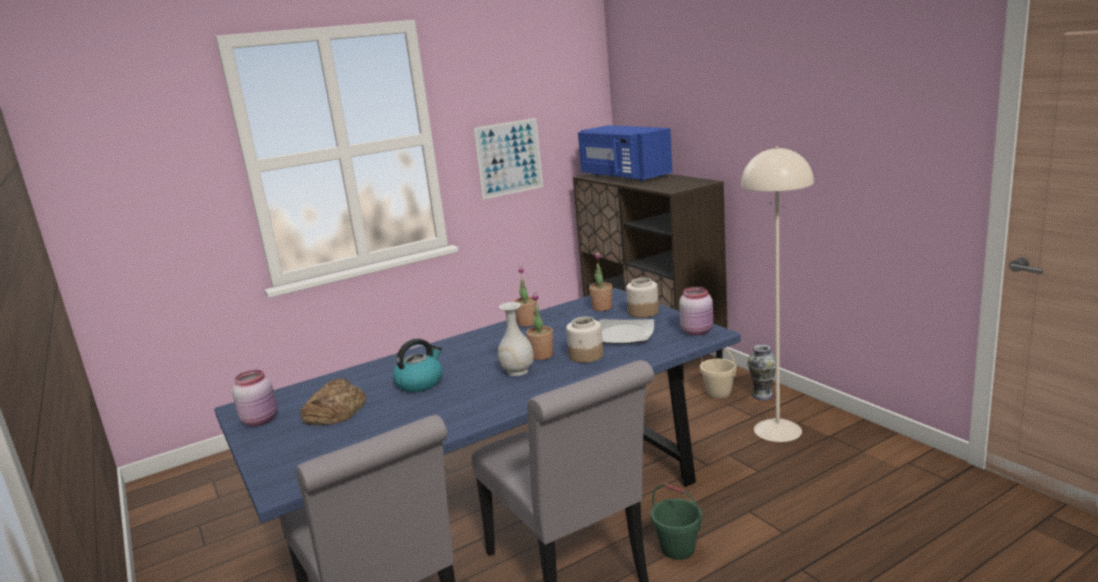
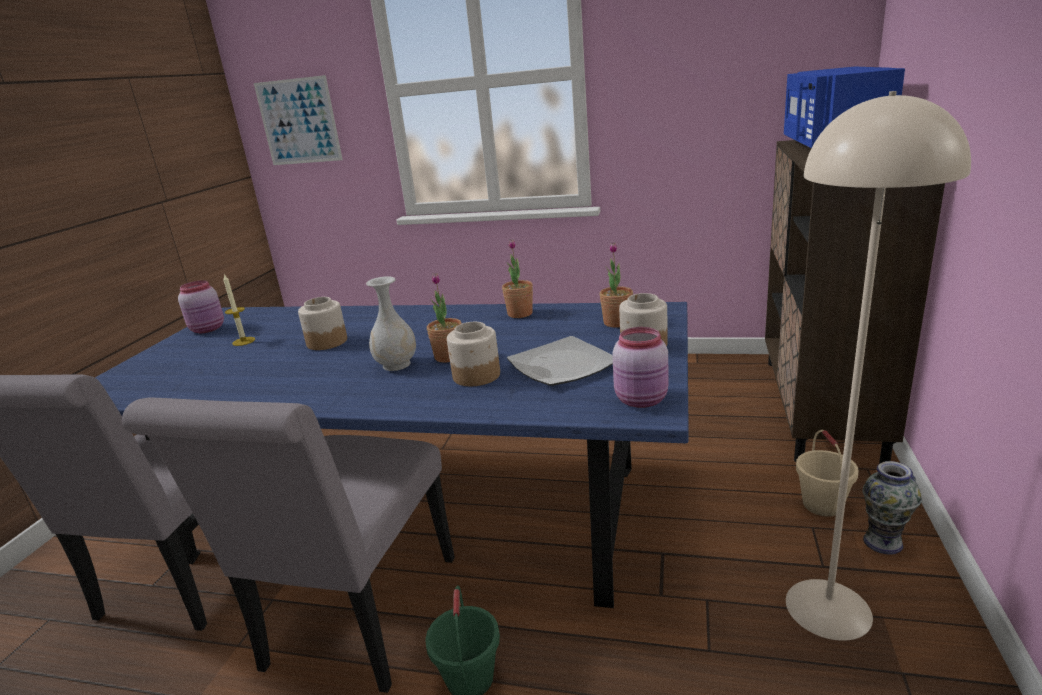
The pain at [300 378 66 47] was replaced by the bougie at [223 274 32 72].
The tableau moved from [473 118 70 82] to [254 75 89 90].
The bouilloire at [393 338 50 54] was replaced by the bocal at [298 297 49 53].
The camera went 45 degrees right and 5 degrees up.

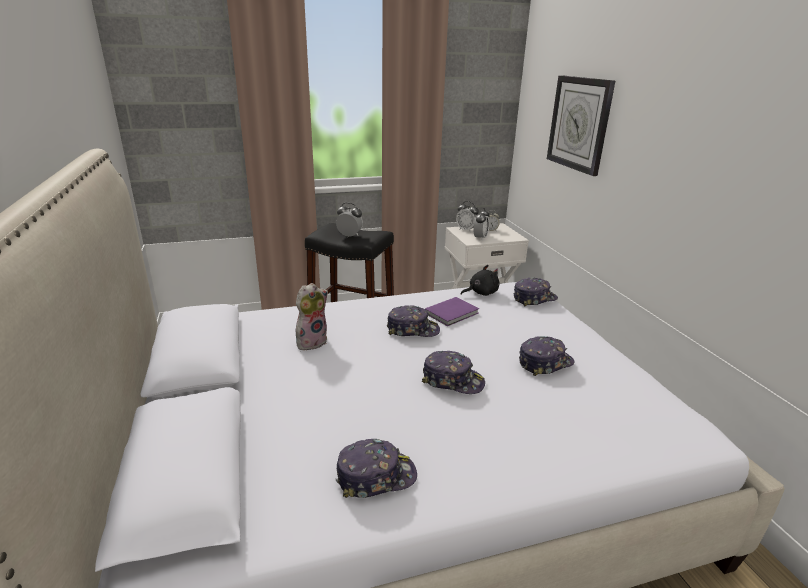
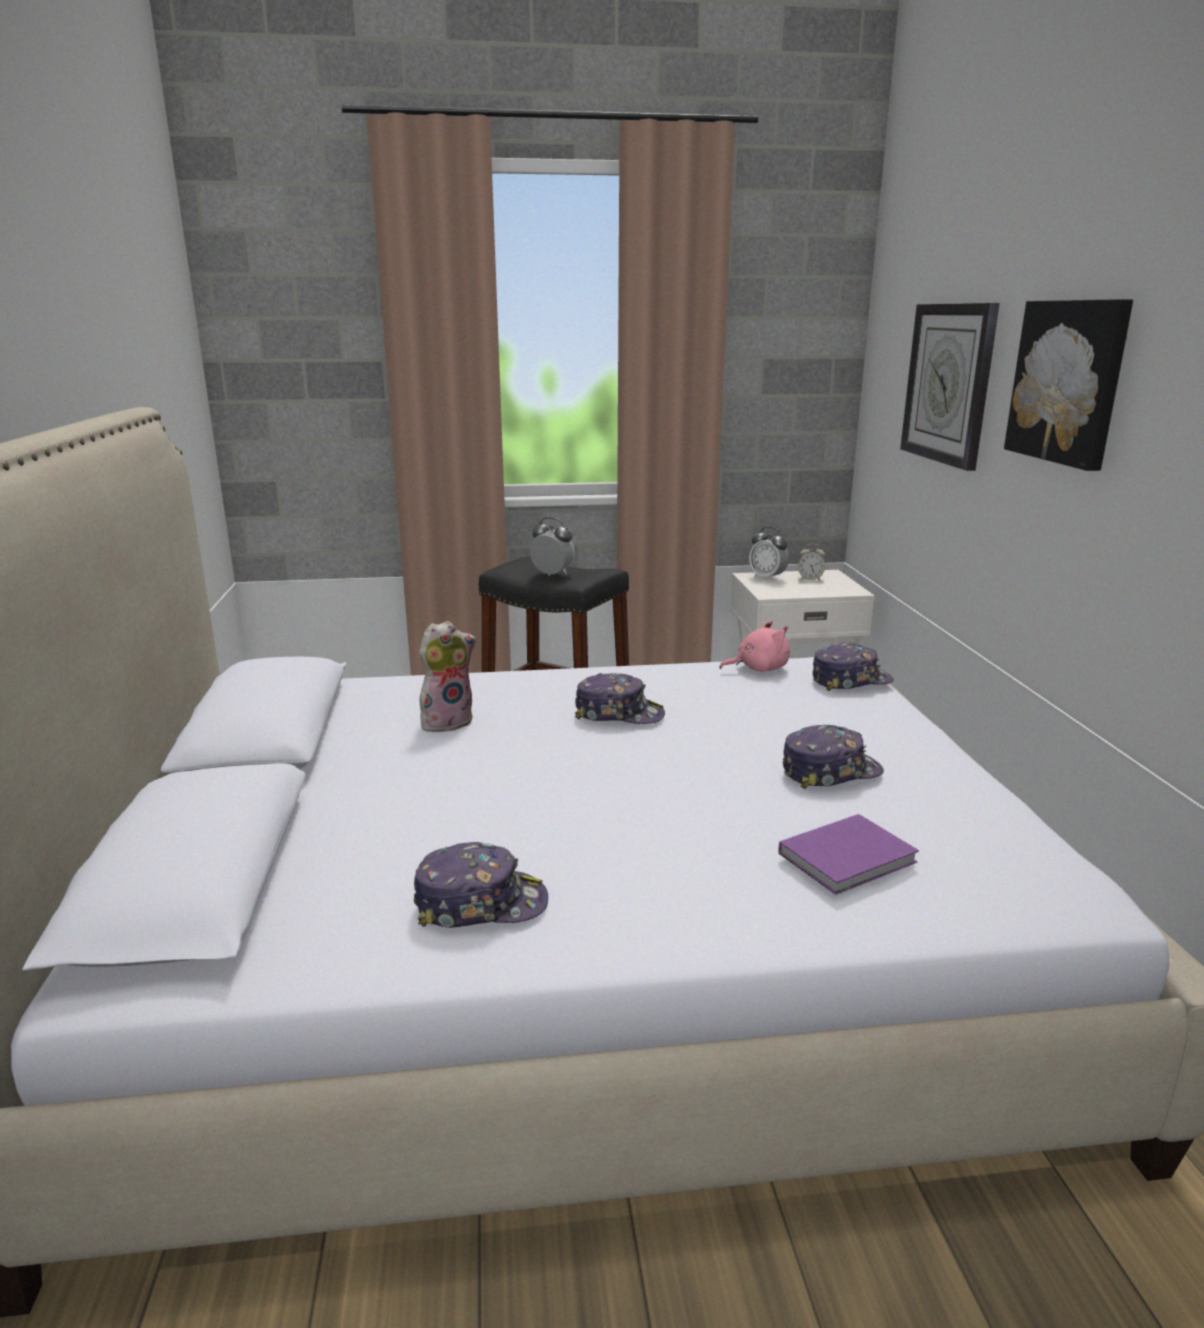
The peluche (noir) at [460 265 39 31] became the peluche (rose) at [719 620 71 52].
The livre (violet) moved from [425 297 54 29] to [778 814 141 81].
The tableau at [1004 299 129 172] appeared.
The casquette at [422 351 63 43] disappeared.
The réveil at [473 208 17 33] disappeared.
The camera went 10 degrees right and 5 degrees down.

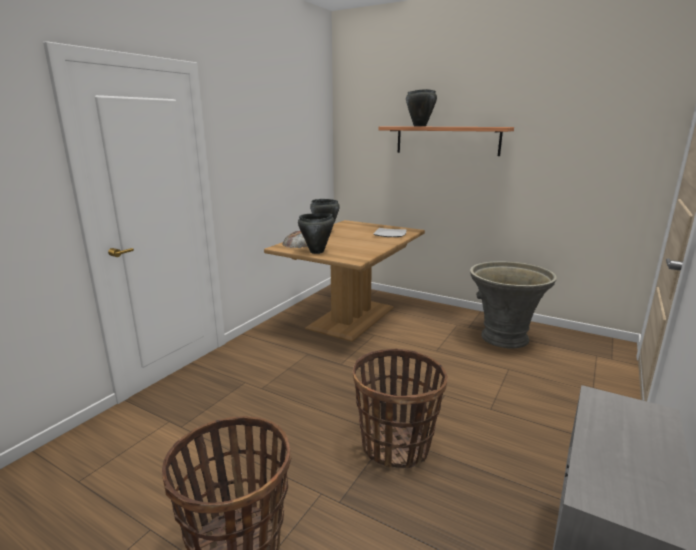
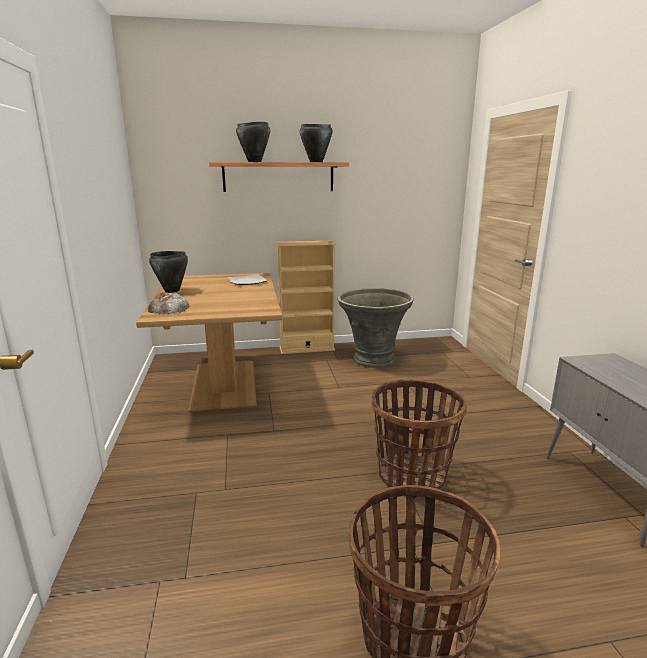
The bibliothèque (beige) at [276 240 60 114] appeared.
The marmite (noir) moved from [298 213 36 41] to [300 124 33 38].
The camera went 40 degrees left and 0 degrees up.

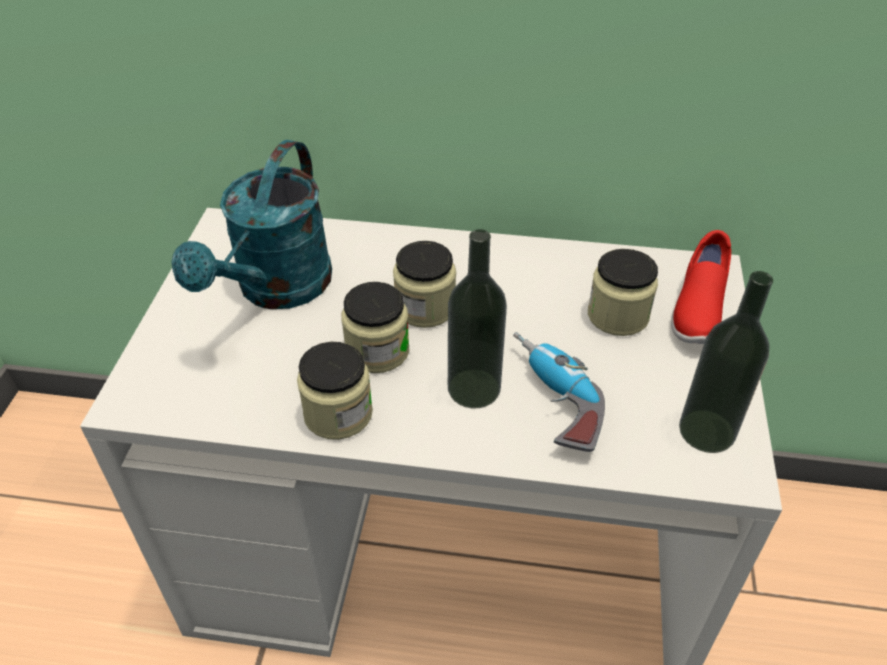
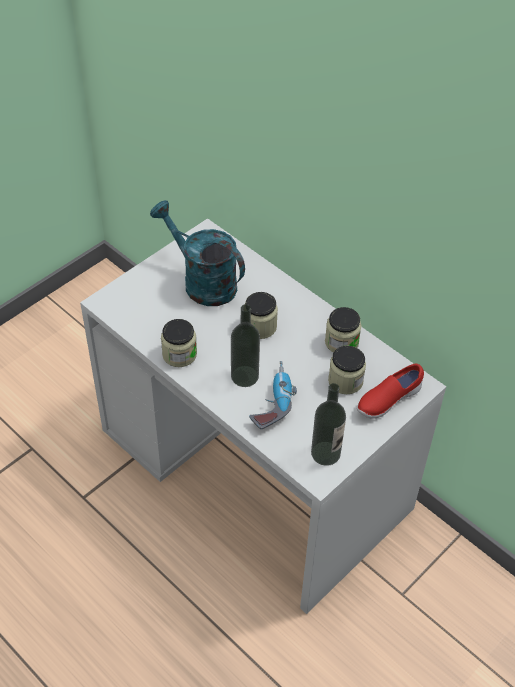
The arrosoir (turquoise) at [171 140 161 169] turned 75 degrees clockwise.
The bocal moved from [341 282 69 91] to [325 307 36 46].
The camera went 35 degrees right and 5 degrees up.

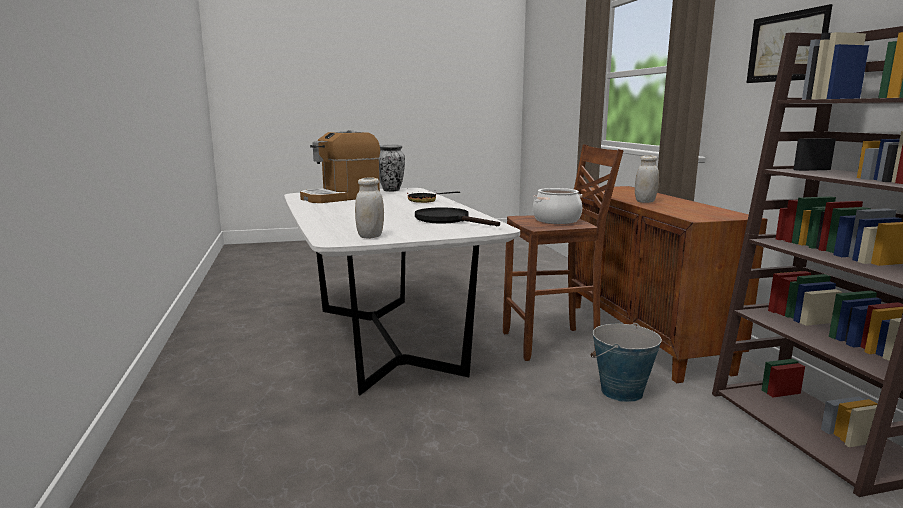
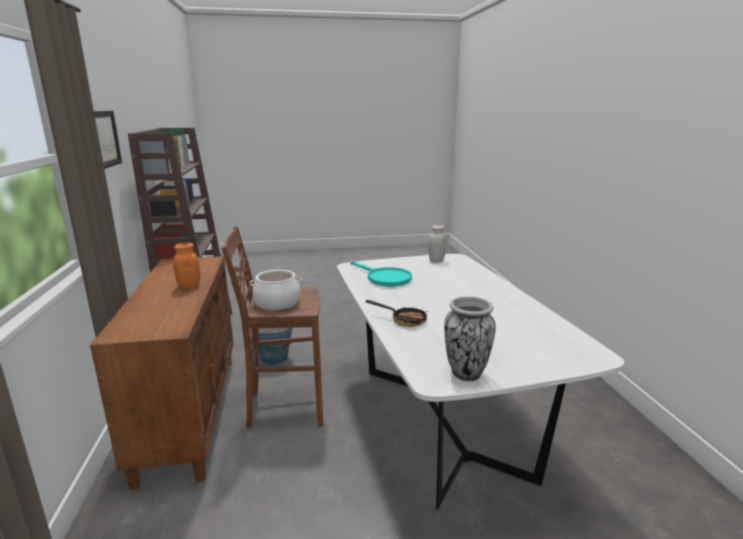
The bocal (blanc) at [635 155 24 48] became the bocal (orange) at [173 243 27 46].
The poêle (noir) at [415 207 85 19] became the poêle (turquoise) at [351 261 61 26].
The machine à café at [300 130 80 73] disappeared.
The camera went 175 degrees left and 5 degrees up.

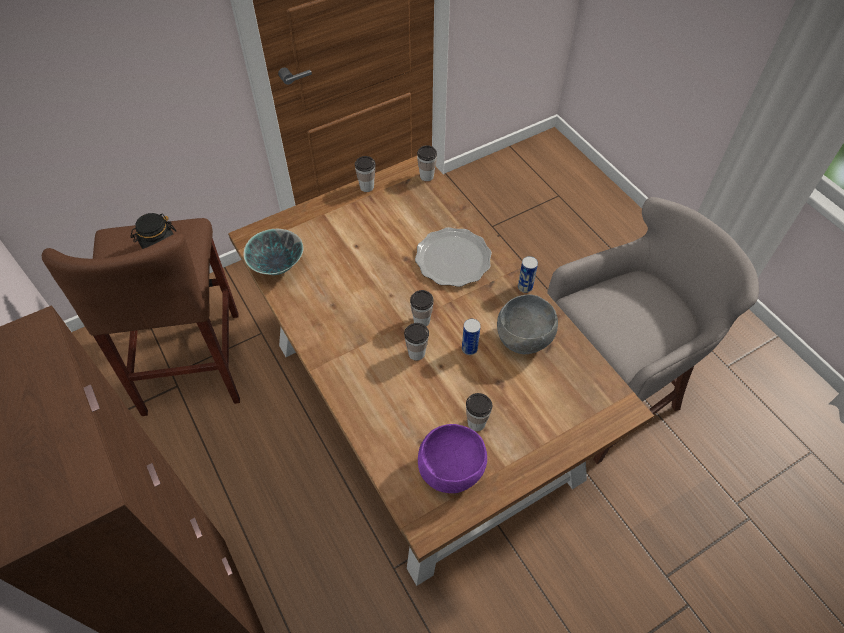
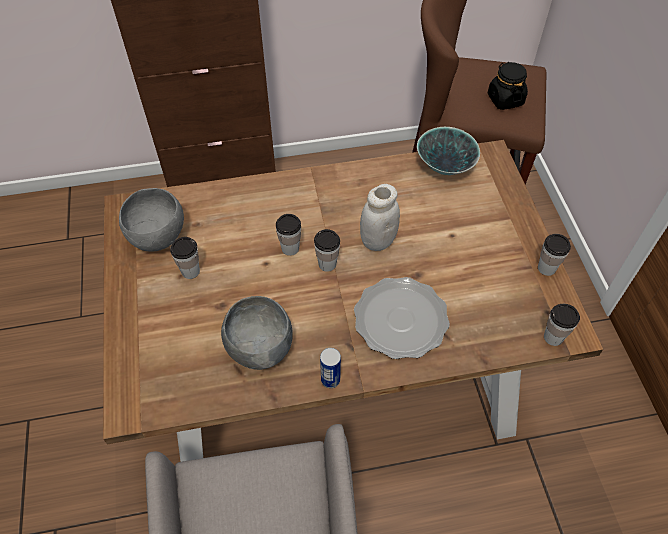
The bol (violet) at [418 424 69 69] became the bol (gris) at [119 188 65 64].
The bocal (blanc) at [360 184 40 67] appeared.
The boîte métallique at [462 319 19 36] disappeared.
The camera went 110 degrees right and 0 degrees up.

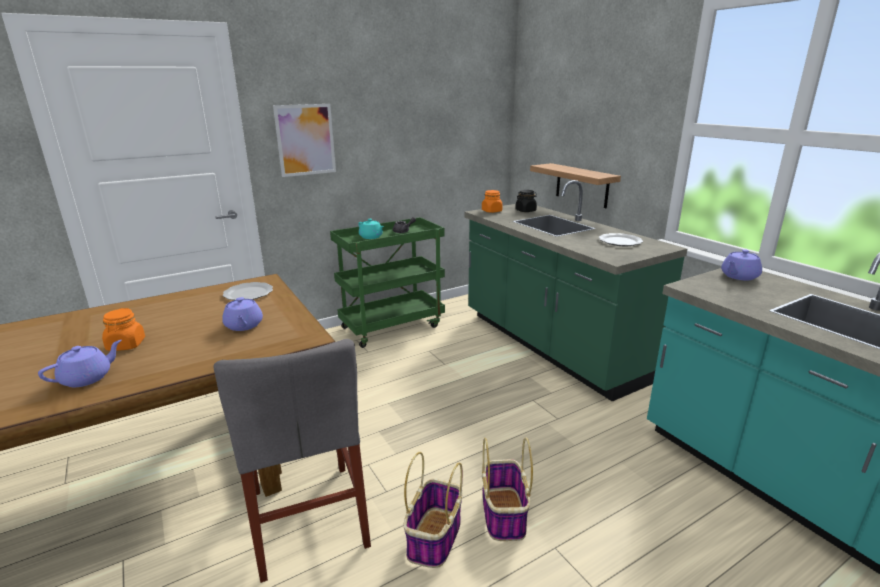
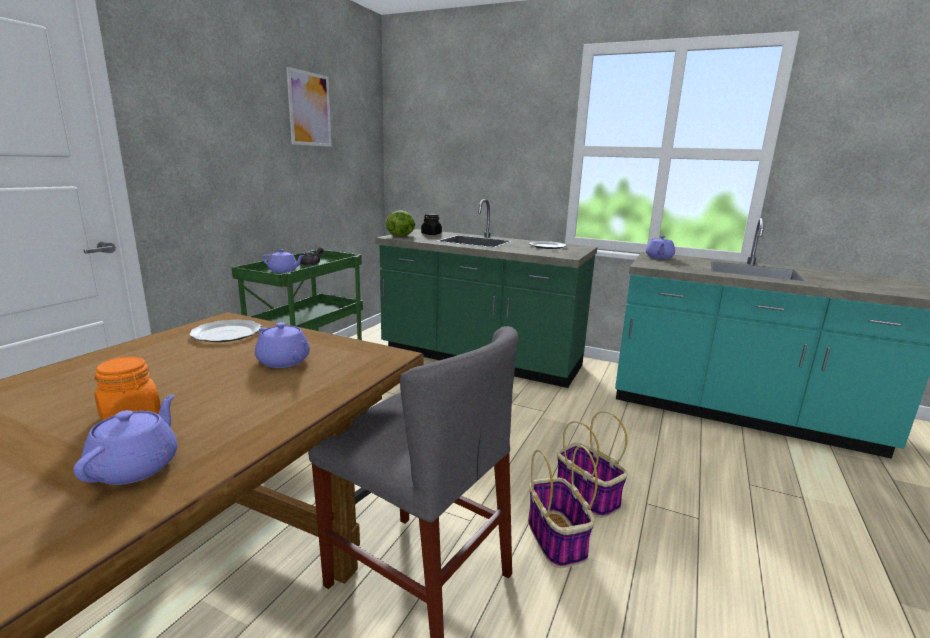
The théière (turquoise) at [358 219 26 20] became the théière (violet) at [262 249 43 24].
The tableau moved from [273 104 63 73] to [286 67 46 80].
The bocal (orange) at [482 190 21 23] was replaced by the laitue at [386 210 29 26].
The étagère at [530 163 91 45] disappeared.
The camera went 35 degrees left and 5 degrees down.

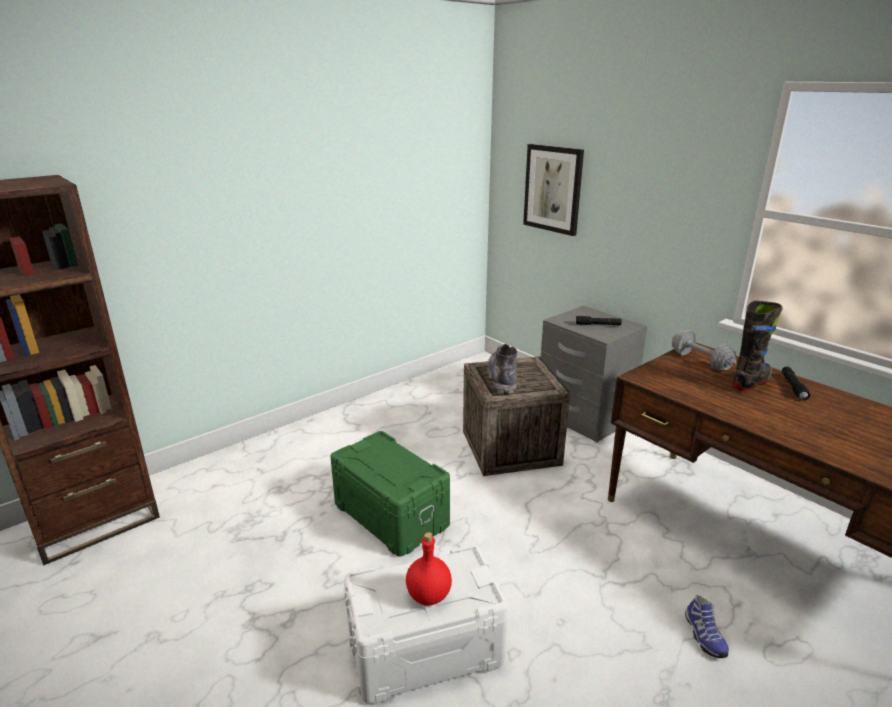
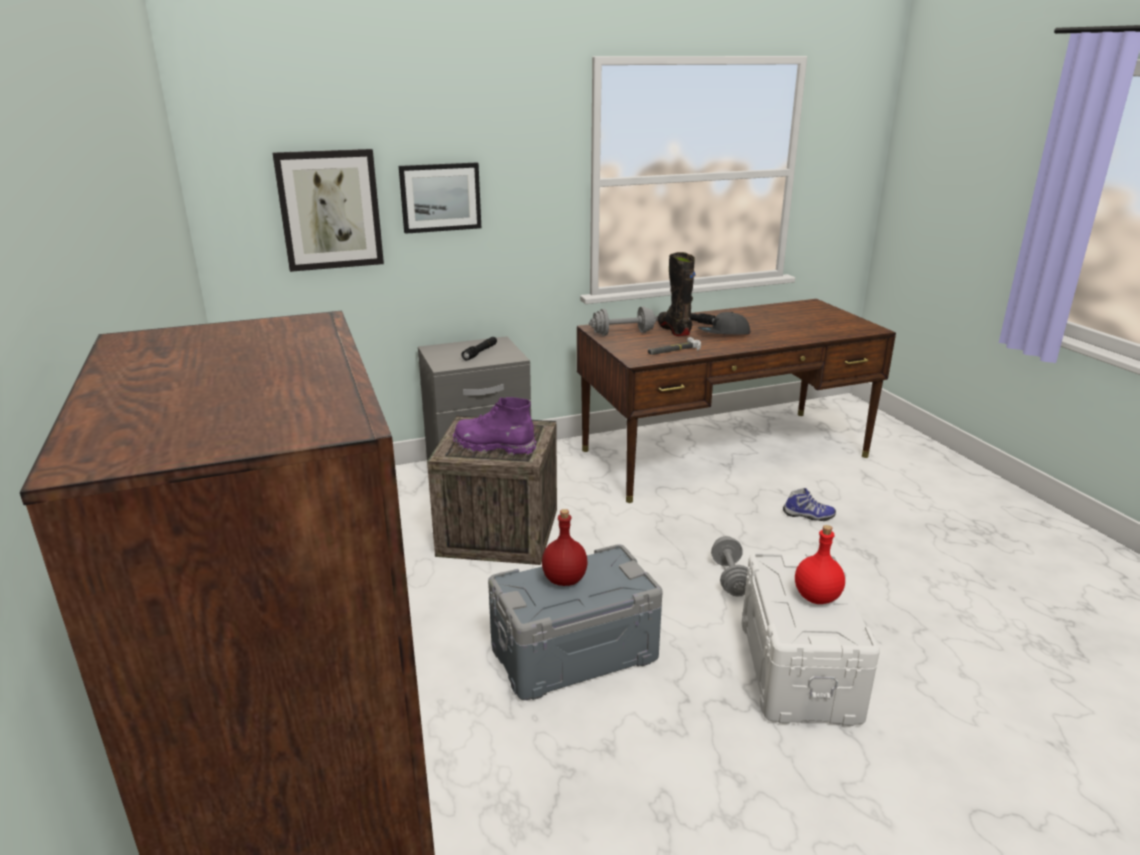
The tableau at [399 162 82 72] appeared.
The botte (gris) at [487 344 30 50] became the botte (violet) at [453 397 83 59].
The boîte de rangement (vert) at [330 431 120 125] became the boîte de rangement (gris) at [488 544 175 156].
The bouteille (rouge) at [542 509 46 77] appeared.
The marteau at [648 337 53 18] appeared.
The casquette (gris) at [698 312 53 22] appeared.
The haltère (gris) at [711 536 37 61] appeared.
The camera went 70 degrees left and 0 degrees up.

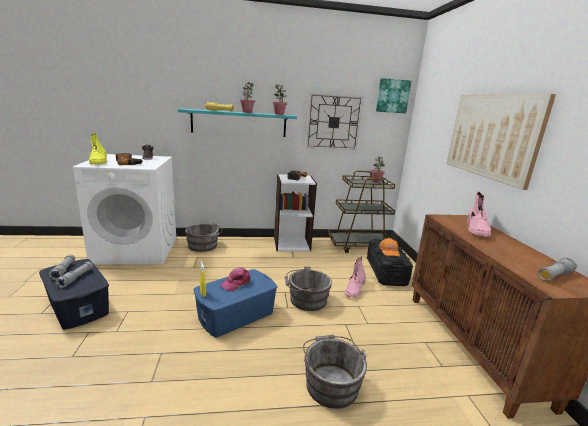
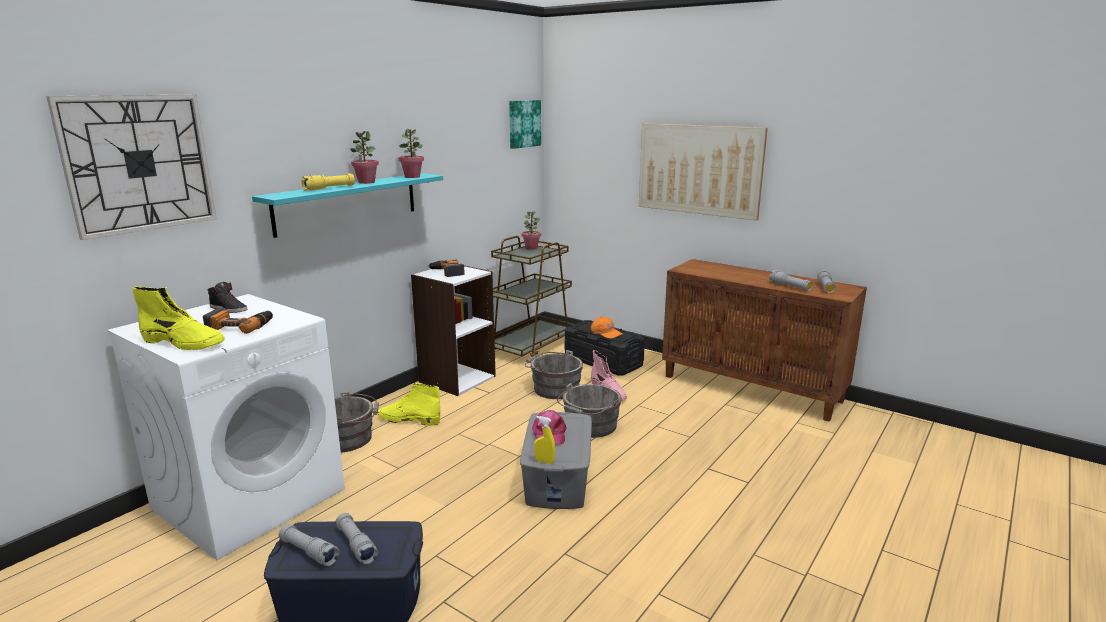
The horloge murale moved from [306 92 57 59] to [46 95 171 145].
The botte (jaune) at [378 383 63 43] appeared.
The boîte de rangement (bleu) at [194 269 83 69] became the boîte de rangement (gris) at [520 412 72 97].
The seau (gris) moved from [303 335 64 74] to [525 350 58 49].
The lampe de poche (gris) at [769 270 44 21] appeared.
The botte (rose) at [468 192 24 45] disappeared.
The camera went 45 degrees left and 0 degrees up.

